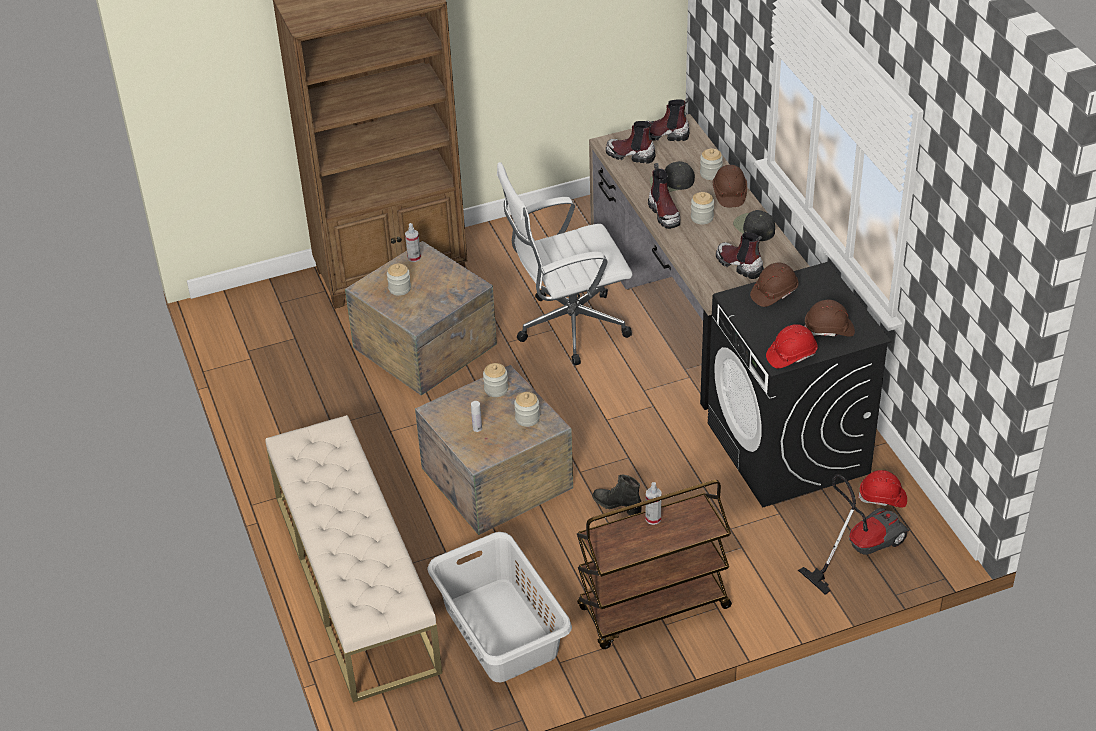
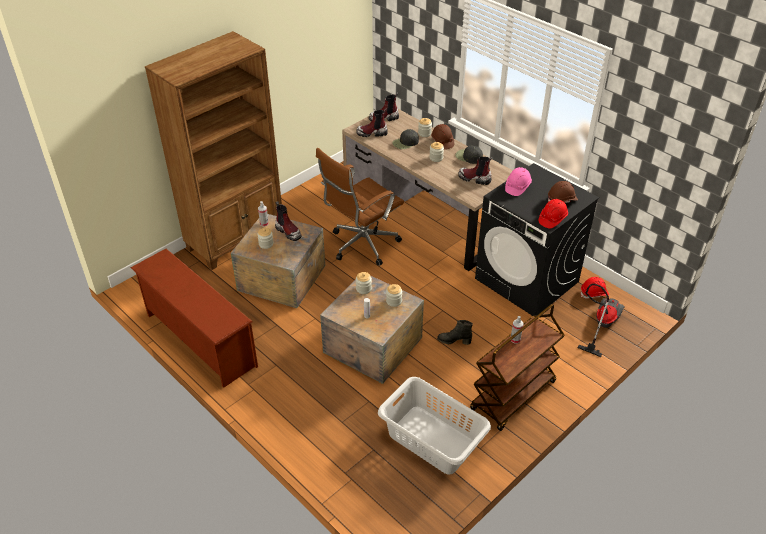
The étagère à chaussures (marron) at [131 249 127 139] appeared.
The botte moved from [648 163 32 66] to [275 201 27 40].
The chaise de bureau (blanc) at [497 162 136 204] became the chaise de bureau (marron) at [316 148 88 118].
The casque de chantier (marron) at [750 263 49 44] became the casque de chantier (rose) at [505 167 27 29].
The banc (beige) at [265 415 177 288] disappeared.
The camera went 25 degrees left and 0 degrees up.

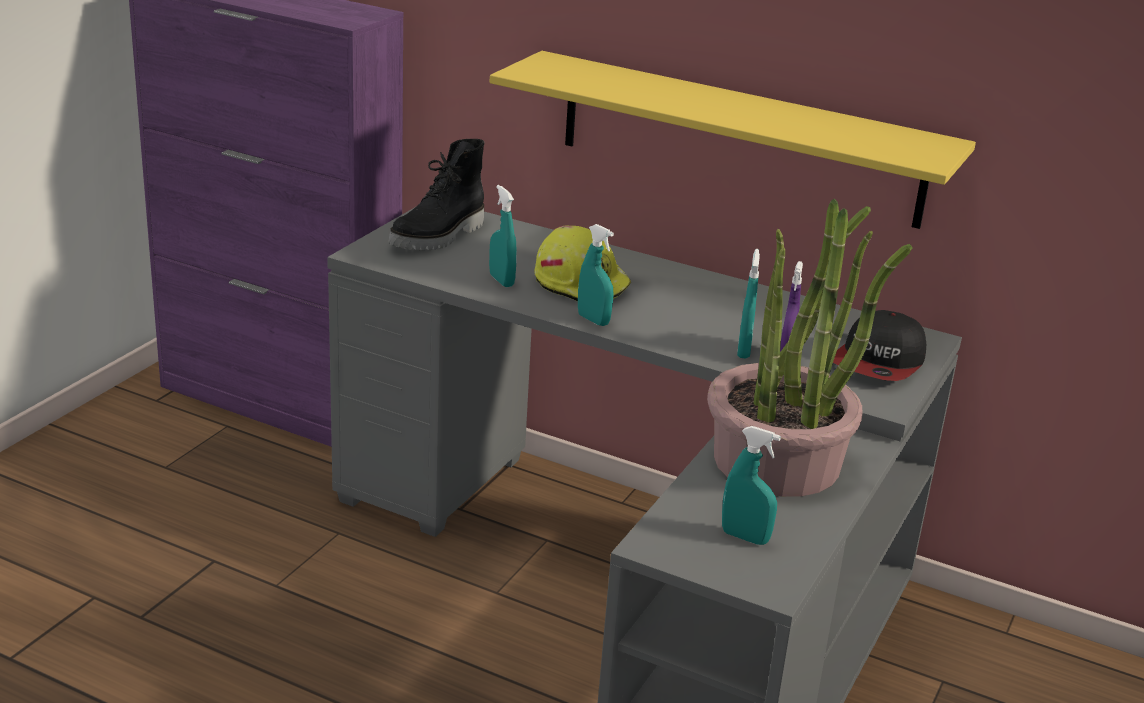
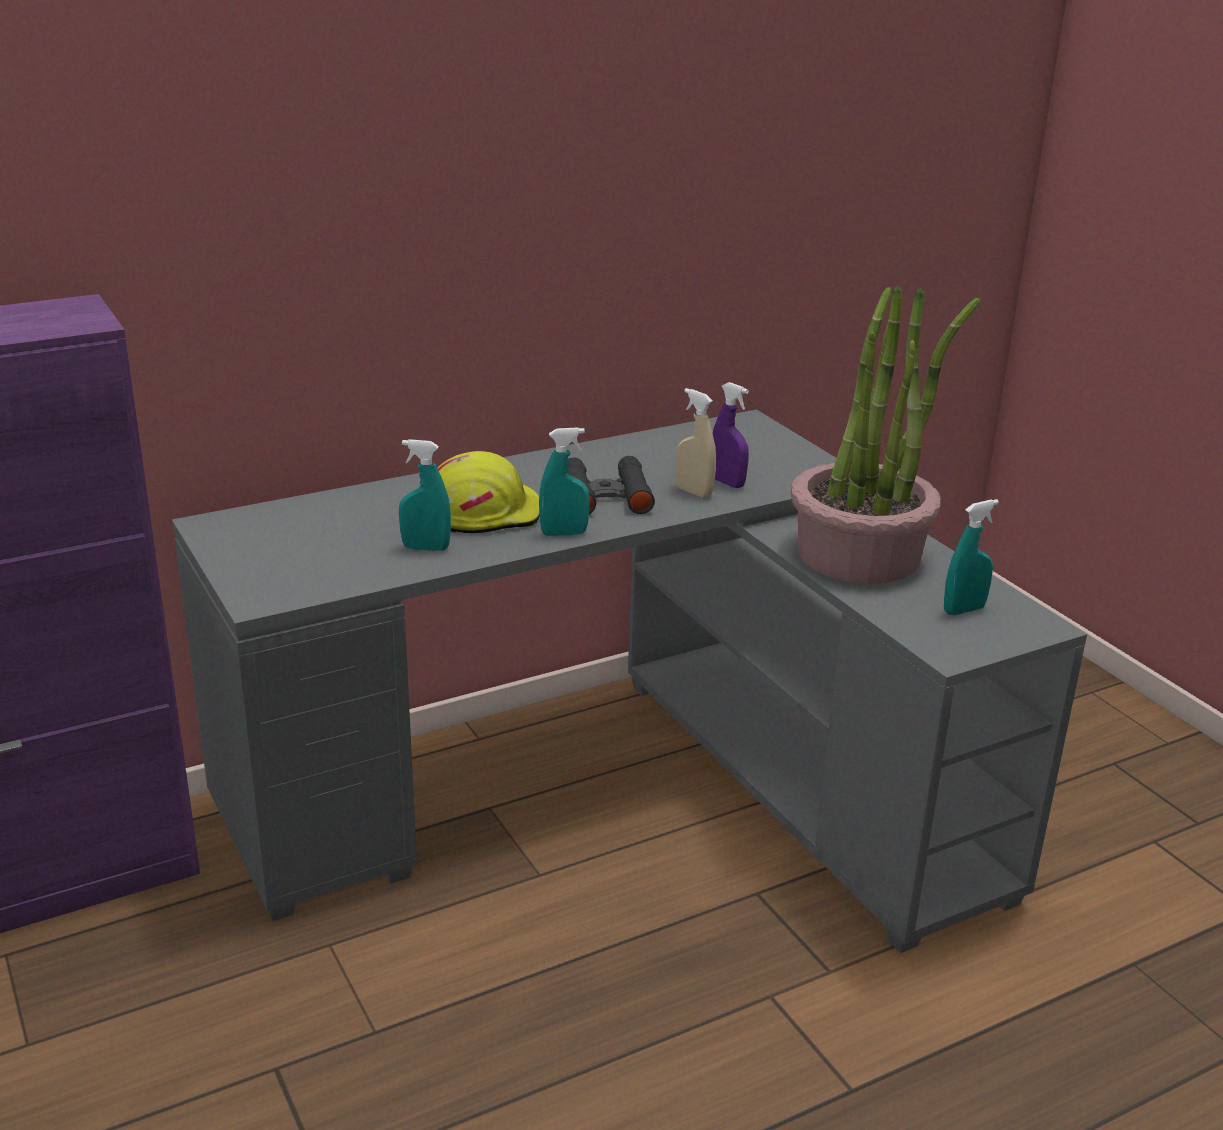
The jumelles (noir) at [567 456 88 58] appeared.
The vaporisateur (turquoise) at [737 249 23 110] became the vaporisateur (beige) at [676 388 40 110].
The botte (noir) at [388 139 97 111] disappeared.
The étagère (jaune) at [490 51 486 178] disappeared.
The casquette at [833 310 93 71] disappeared.
The camera went 55 degrees left and 0 degrees up.

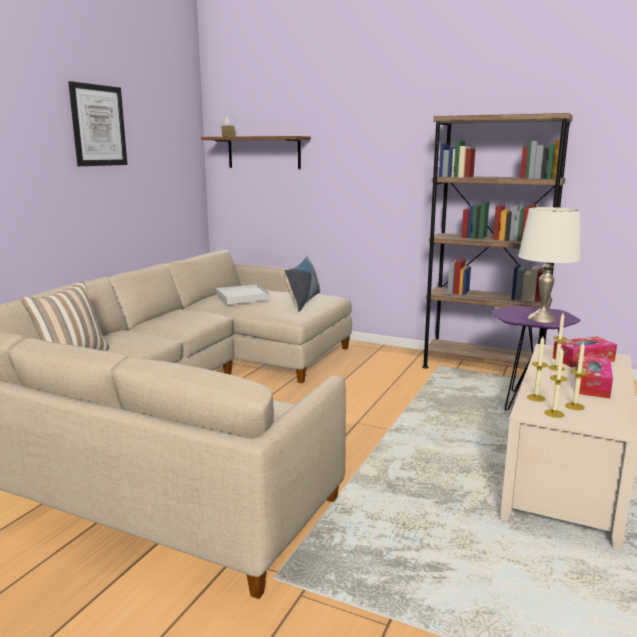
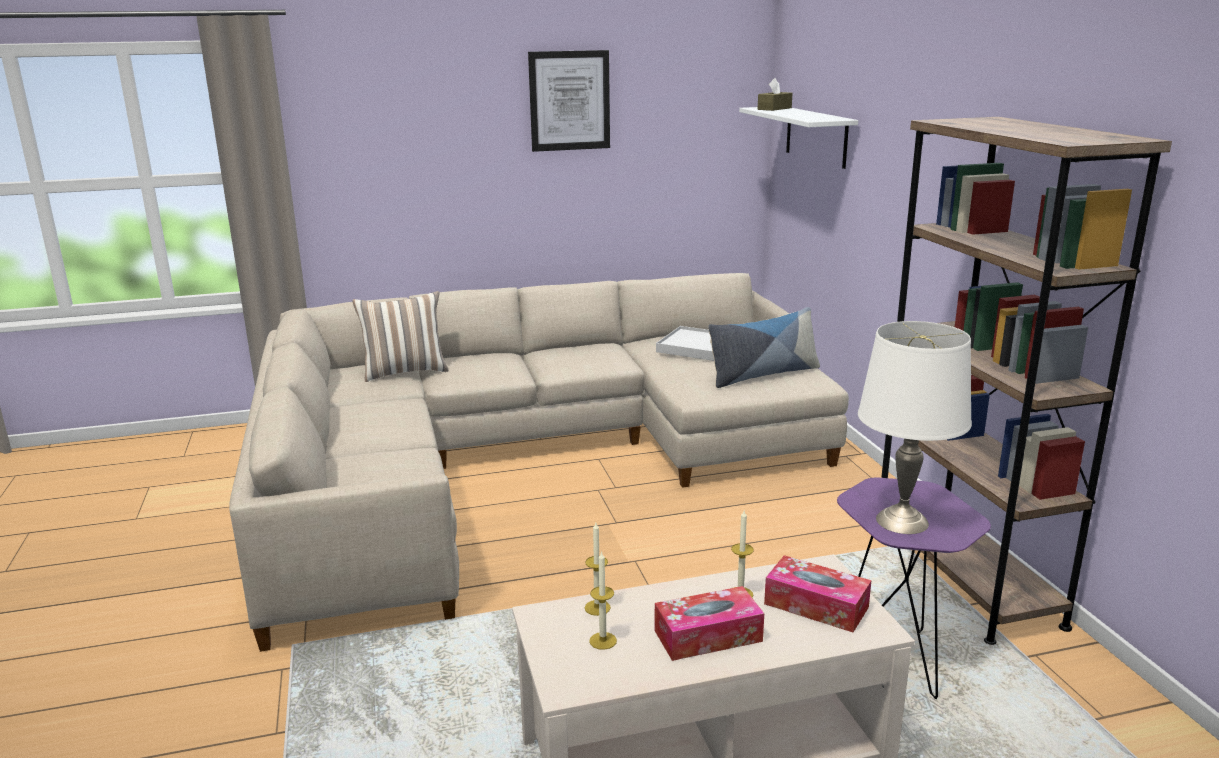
The étagère (marron) at [201 136 110 33] became the étagère (blanc) at [739 107 119 62].
The bougie at [545 348 22 70] disappeared.
The camera went 50 degrees right and 5 degrees up.

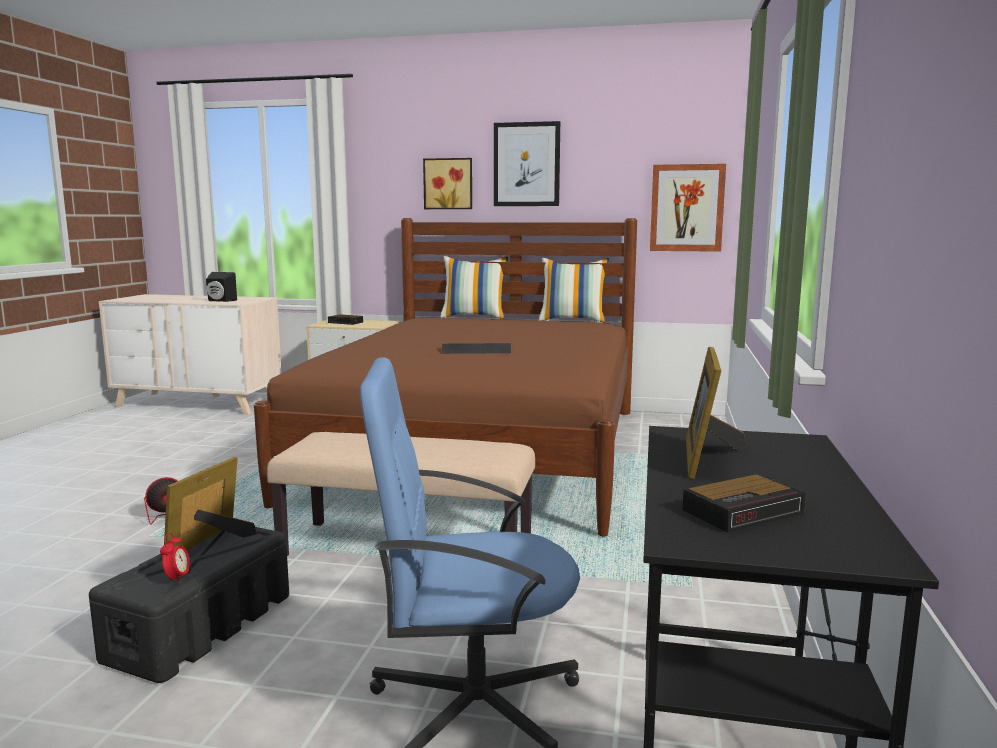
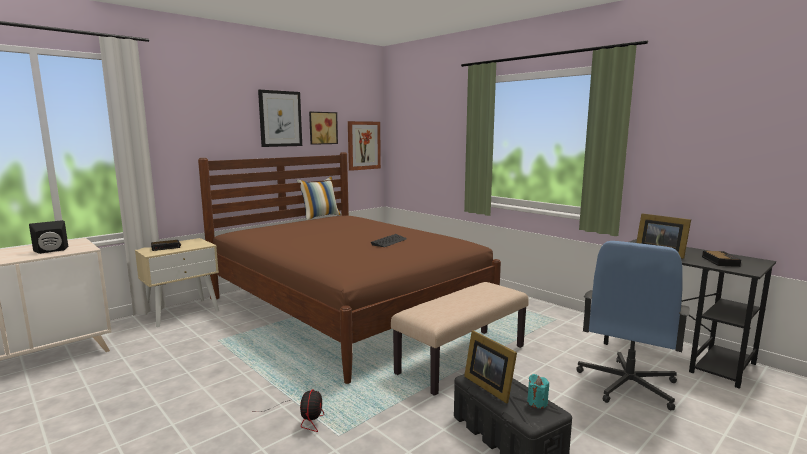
The tableau moved from [423 158 49 51] to [309 112 29 33].
The réveil at [160 533 30 50] was replaced by the bougie (turquoise) at [527 374 22 35].
The coussin at [440 256 68 63] disappeared.
The camera went 55 degrees left and 0 degrees up.

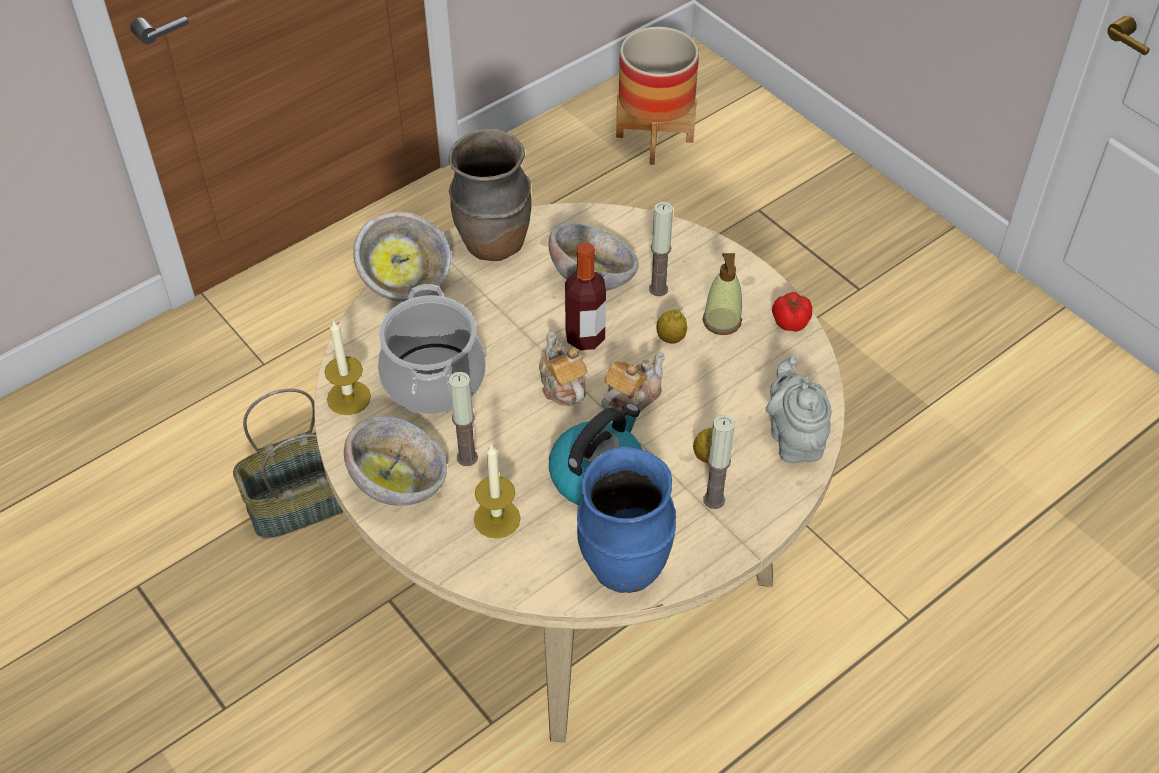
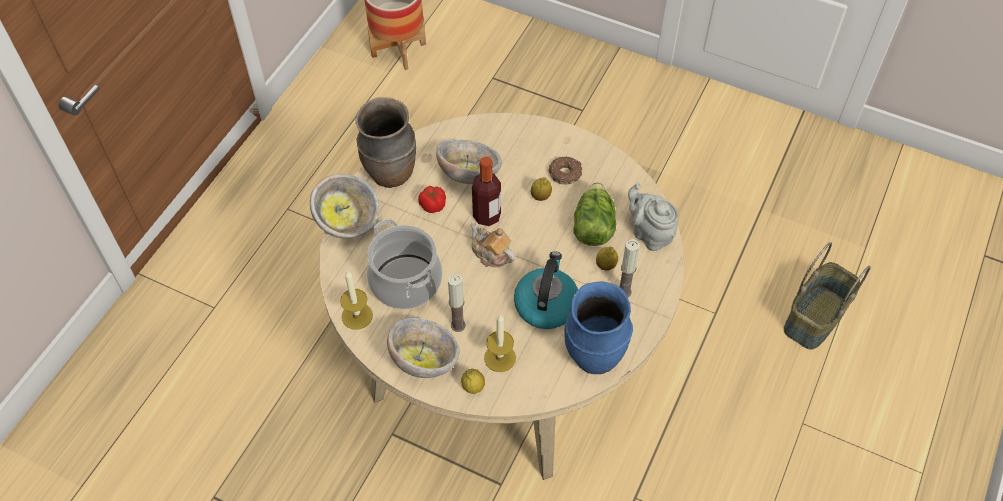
The tomate moved from [772 292 40 40] to [418 186 28 27].
The citron at [461 369 24 25] appeared.
The distributeur de savon at [703 253 39 82] was replaced by the beignet at [549 156 33 29].
The laitue at [573 182 43 64] appeared.
The panier moved from [233 389 110 149] to [784 242 87 107].
The théière at [601 352 64 60] disappeared.
The bougie at [649 202 24 94] disappeared.
The camera went 25 degrees left and 5 degrees up.

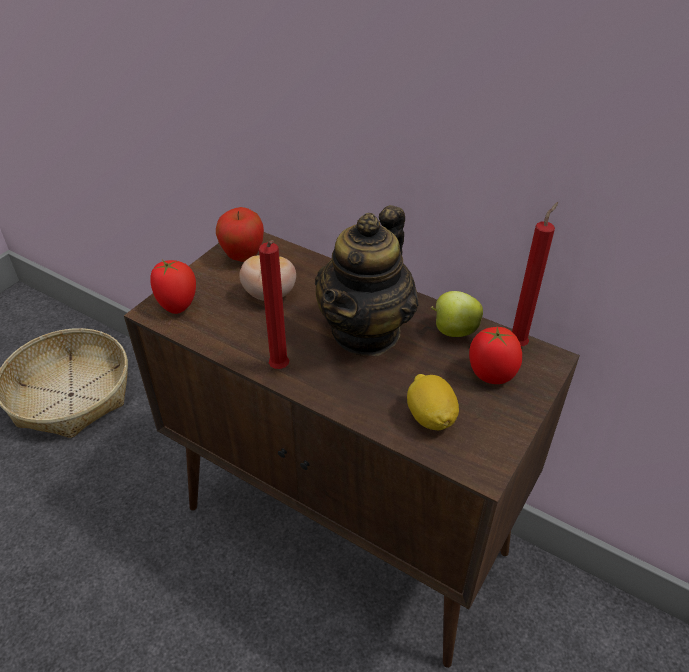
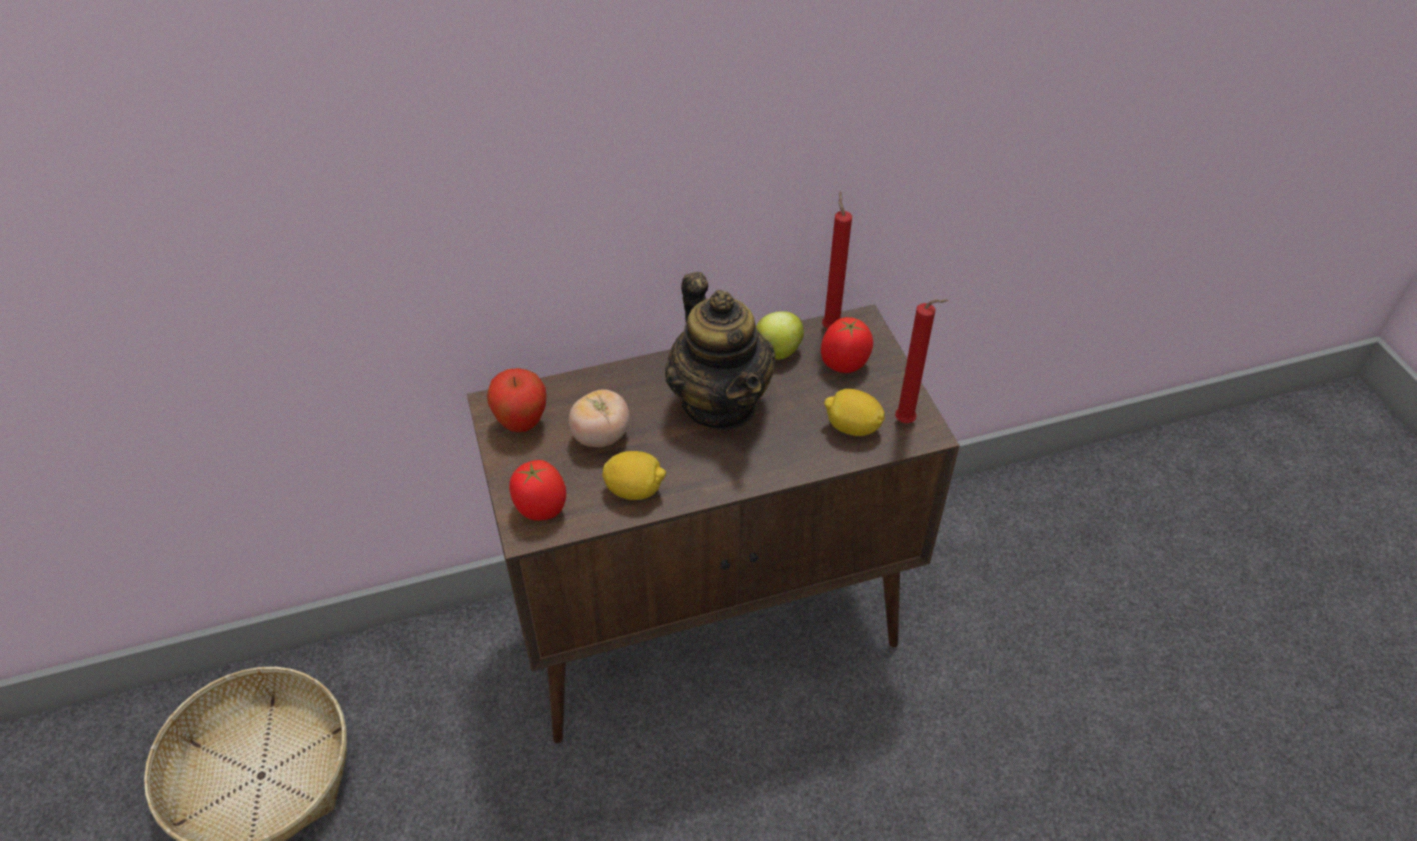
The citron at [603 451 63 49] appeared.
The bougie (rouge) moved from [259 240 30 129] to [895 299 53 124].
The camera went 50 degrees left and 5 degrees up.

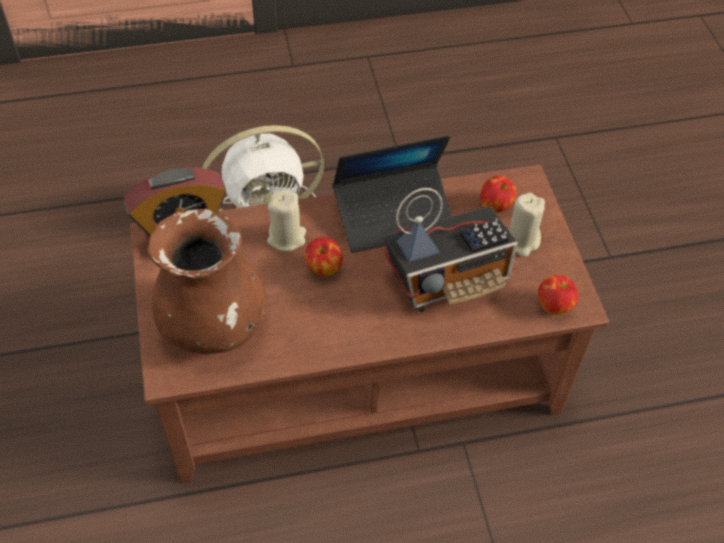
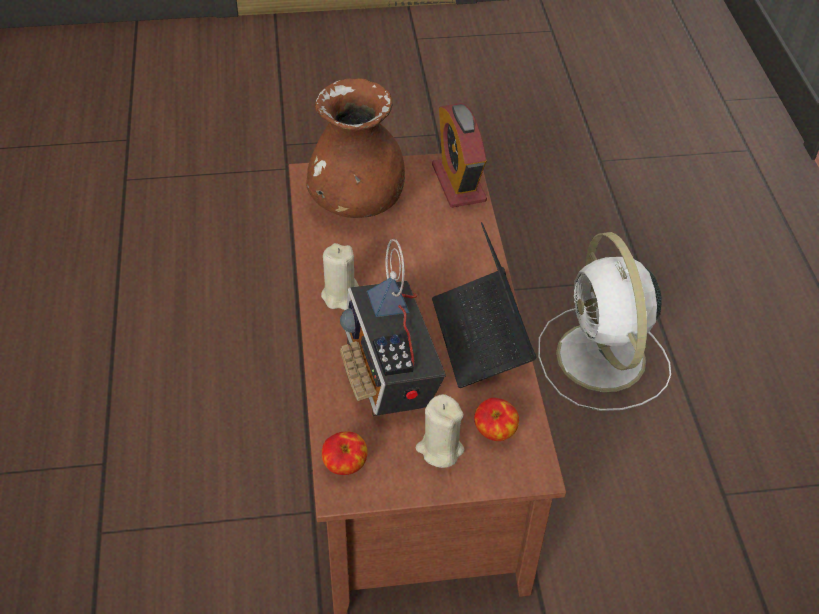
The bougie (beige) moved from [267 190 39 61] to [321 243 38 67].
The pomme at [305 237 38 39] disappeared.
The camera went 95 degrees right and 5 degrees down.

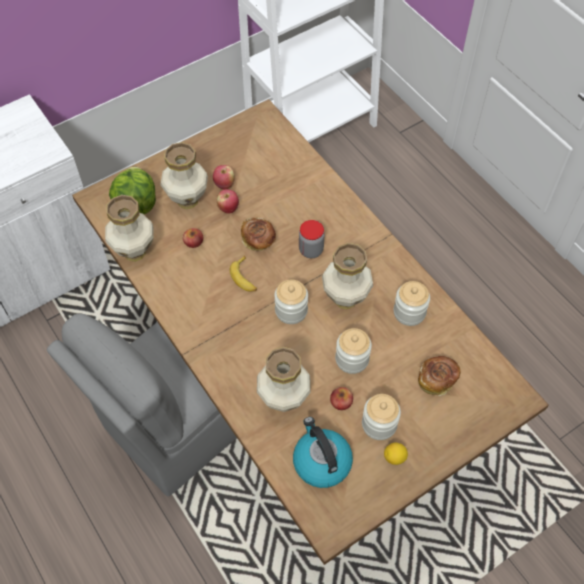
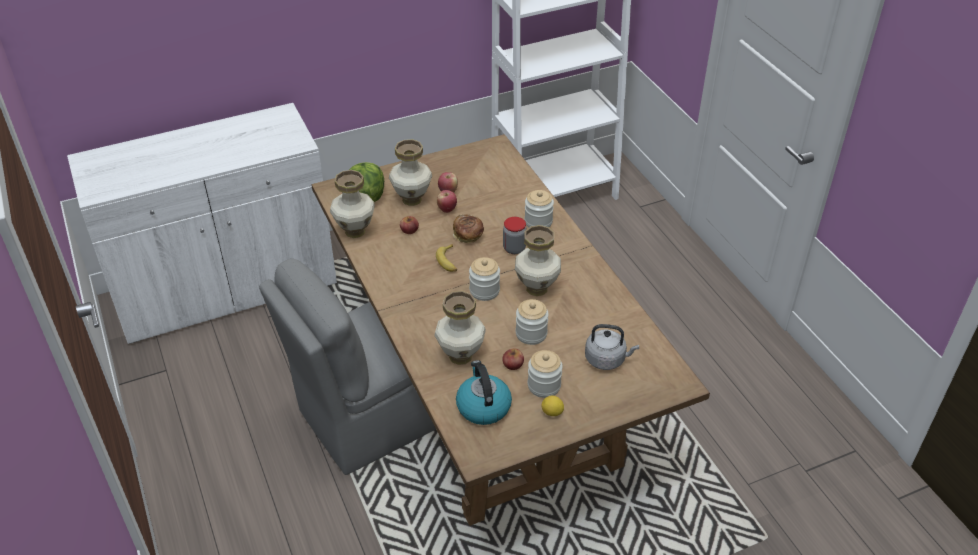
The bocal moved from [394 281 36 45] to [524 190 30 38].
The pain at [418 356 43 40] was replaced by the bouilloire (gris) at [585 324 54 46].
The camera went 10 degrees right and 15 degrees down.

